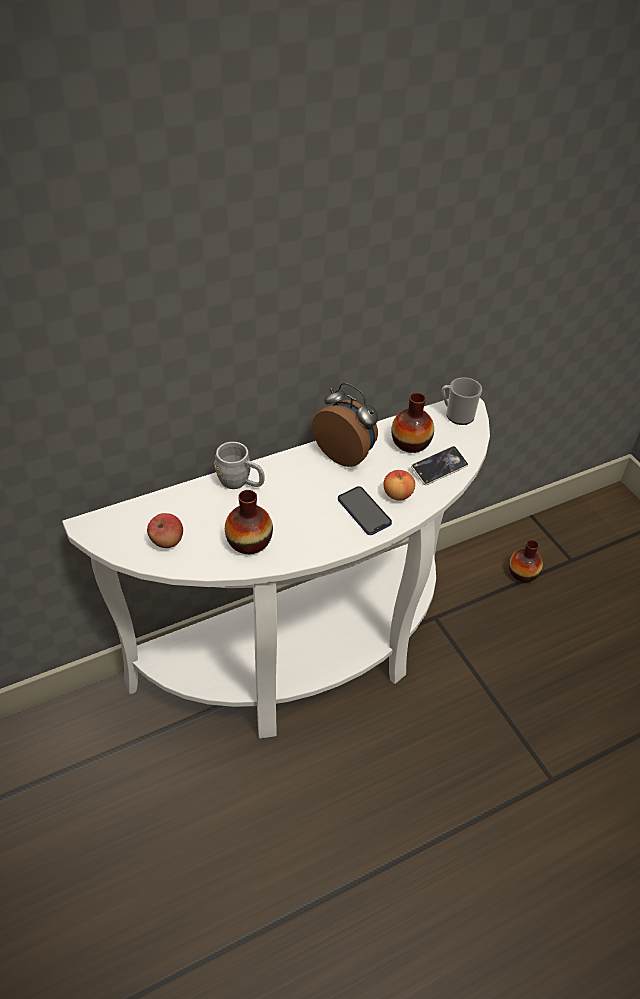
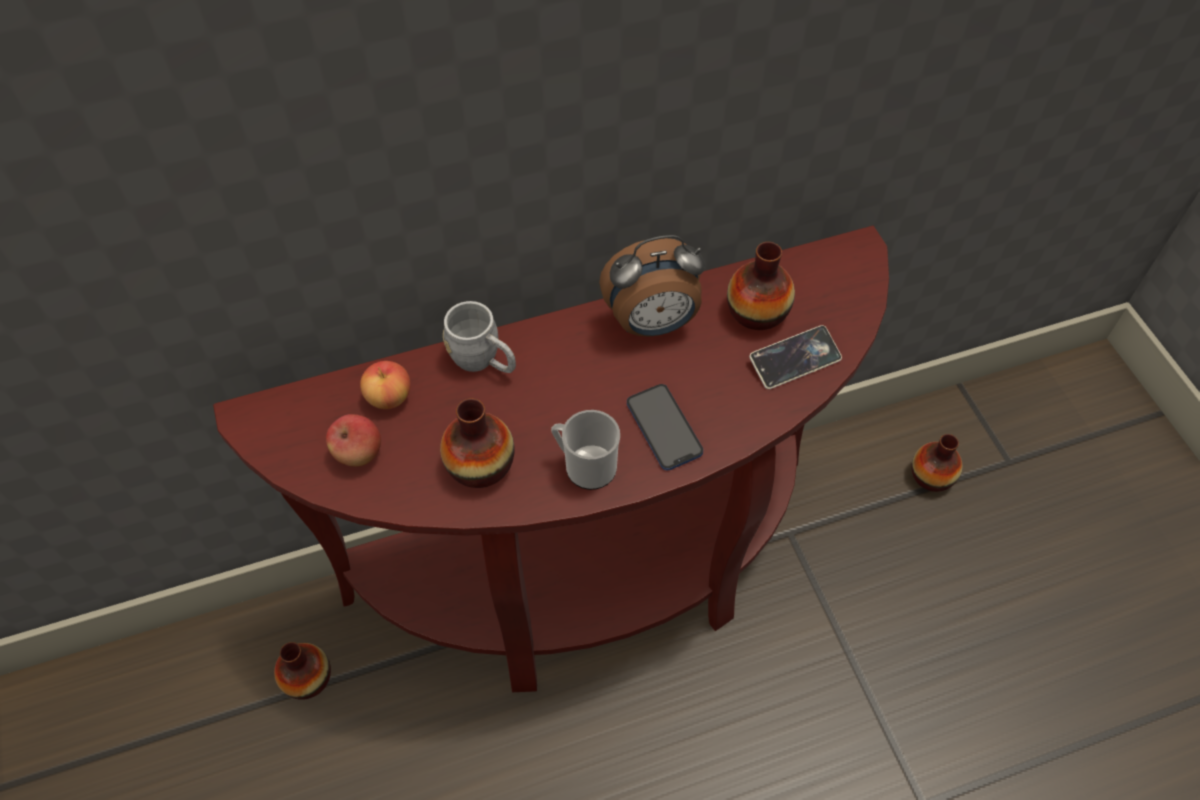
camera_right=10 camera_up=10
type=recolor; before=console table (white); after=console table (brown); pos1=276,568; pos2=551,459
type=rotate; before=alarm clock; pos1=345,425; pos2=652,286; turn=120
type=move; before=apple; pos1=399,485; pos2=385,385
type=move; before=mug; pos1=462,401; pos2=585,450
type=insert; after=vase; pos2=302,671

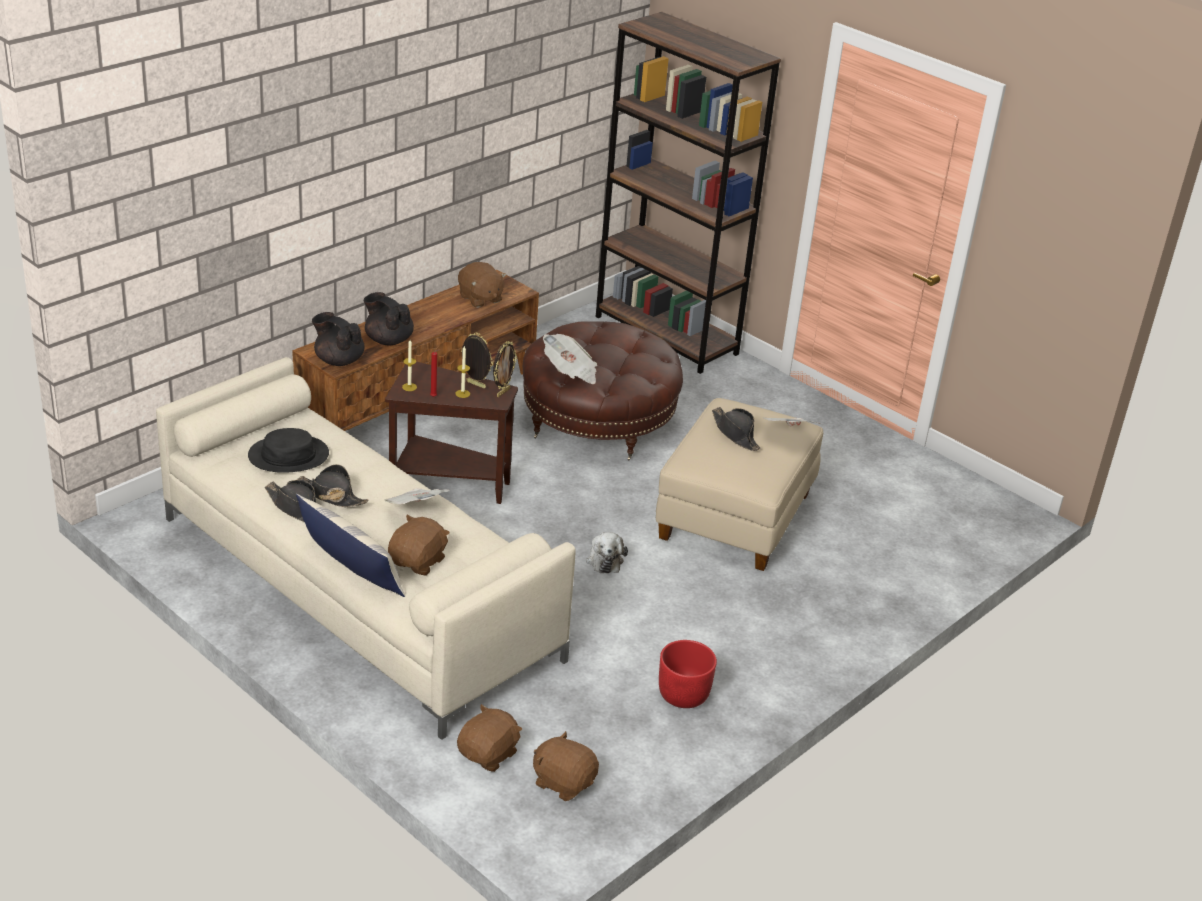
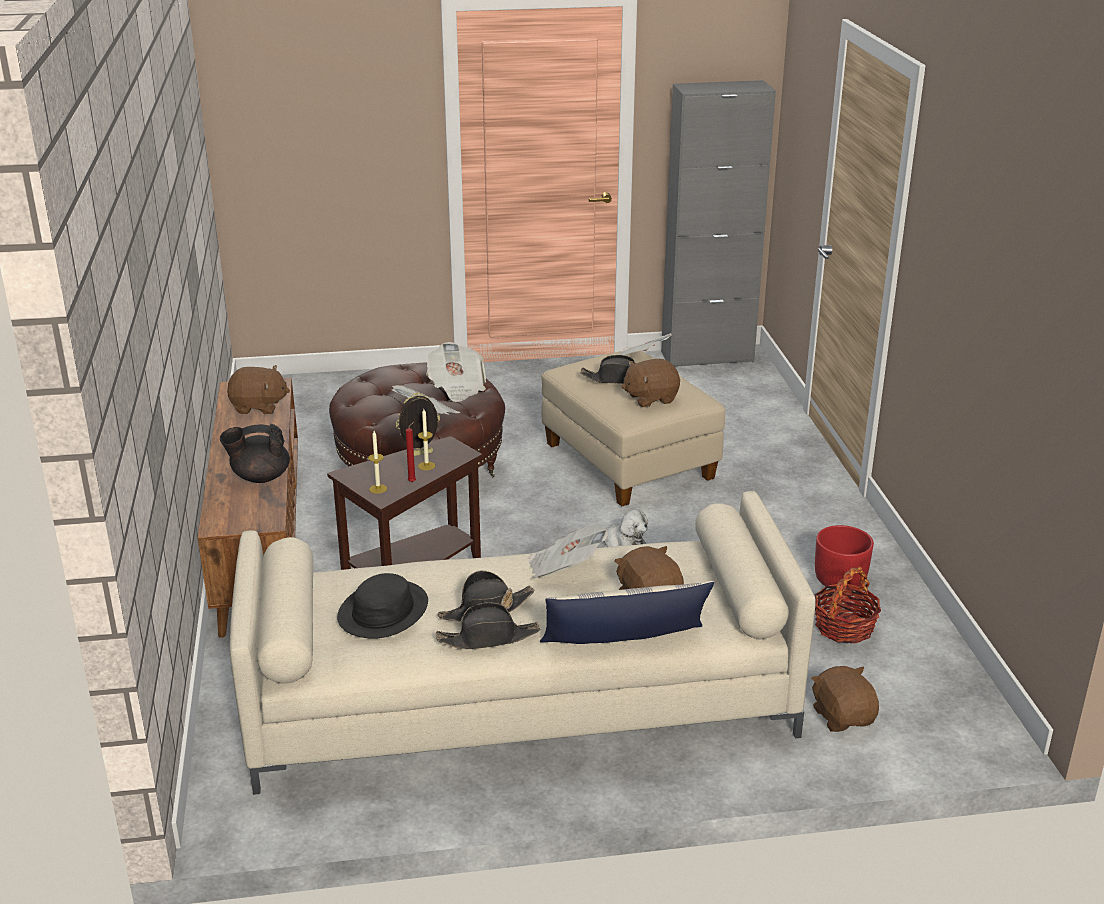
camera_right=-50 camera_up=-5
type=delete; before=teapot (black); pos1=338,339
type=delete; before=picture frame; pos1=505,369
type=move; before=plush toy (brown); pos1=566,766; pos2=651,383
type=delete; before=bookcase (brown); pos1=688,193
type=insert; after=newspaper; pos2=456,372
type=insert; after=cabinet (grey); pos2=718,223
type=insert; after=basket; pos2=847,605

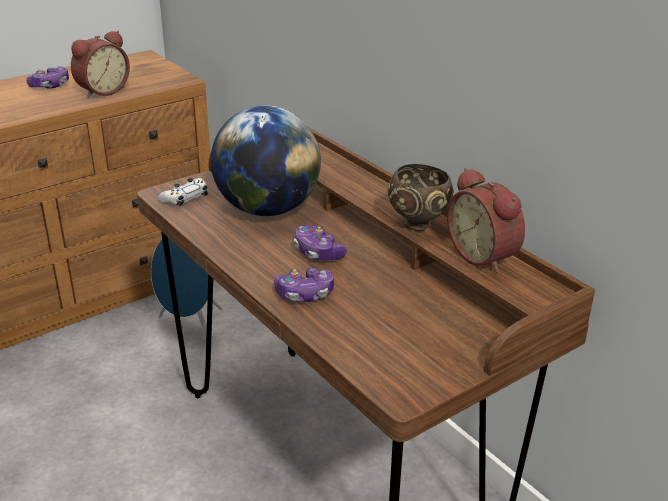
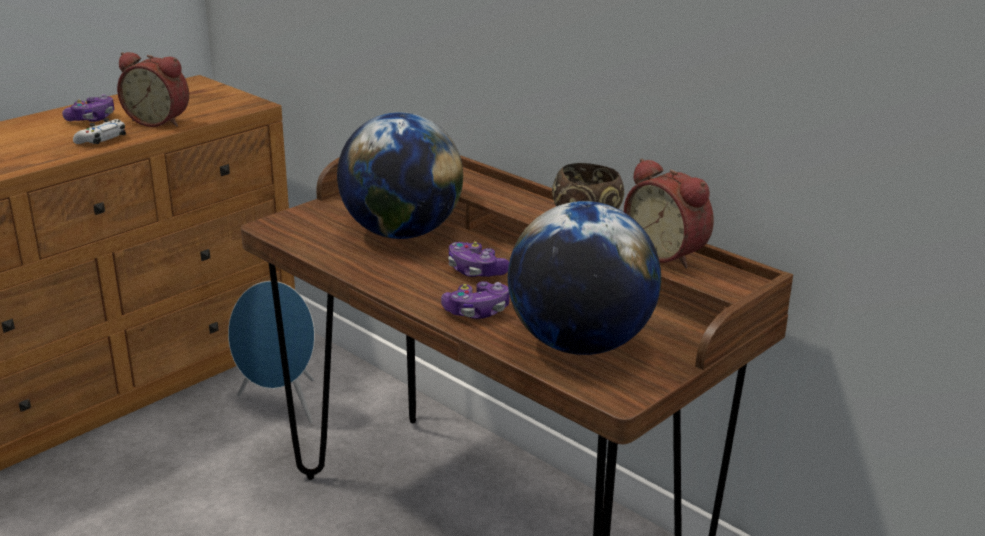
camera_right=-10 camera_up=-5
type=rotate; before=alarm clock; pos1=100,64; pos2=153,89; turn=75
type=move; before=game controller (white); pos1=183,192; pos2=99,131
type=insert; after=globe; pos2=584,278

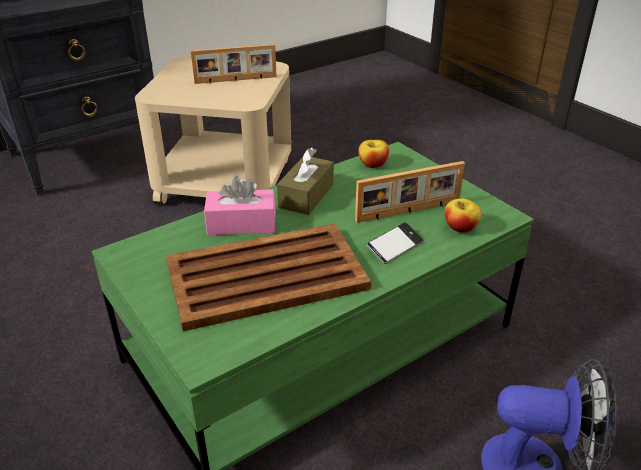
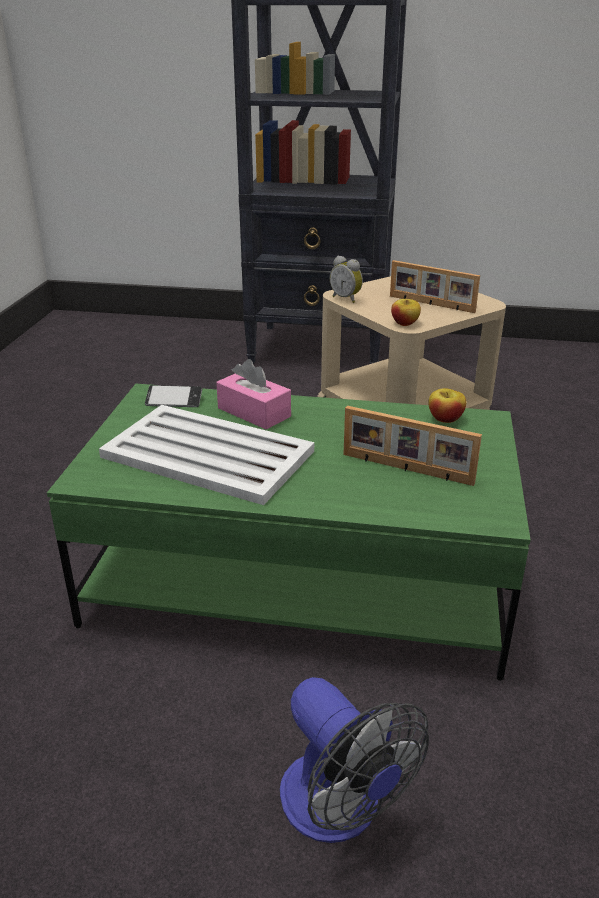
camera_right=45 camera_up=-5
type=recolor; before=tray (brown); after=tray (white); pos1=268,277; pos2=206,455
type=delete; before=tissue box (brown); pos1=305,181
type=move; before=phone; pos1=394,243; pos2=173,396
type=move; before=apple; pos1=463,215; pos2=406,312
type=insert; after=alarm clock; pos2=346,279

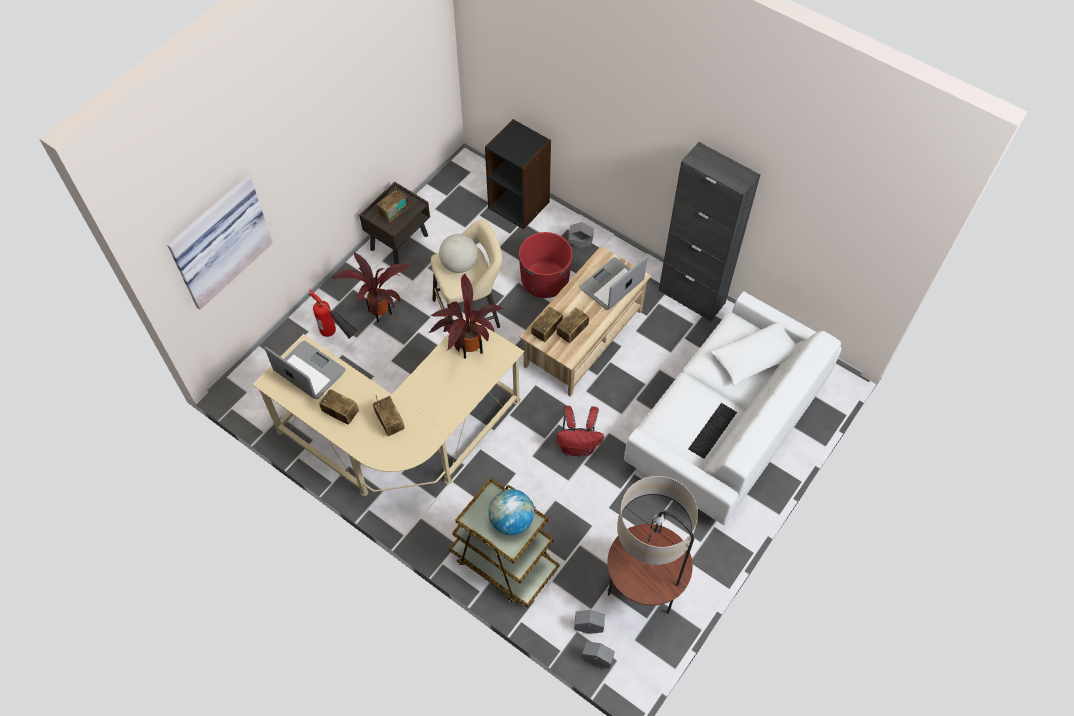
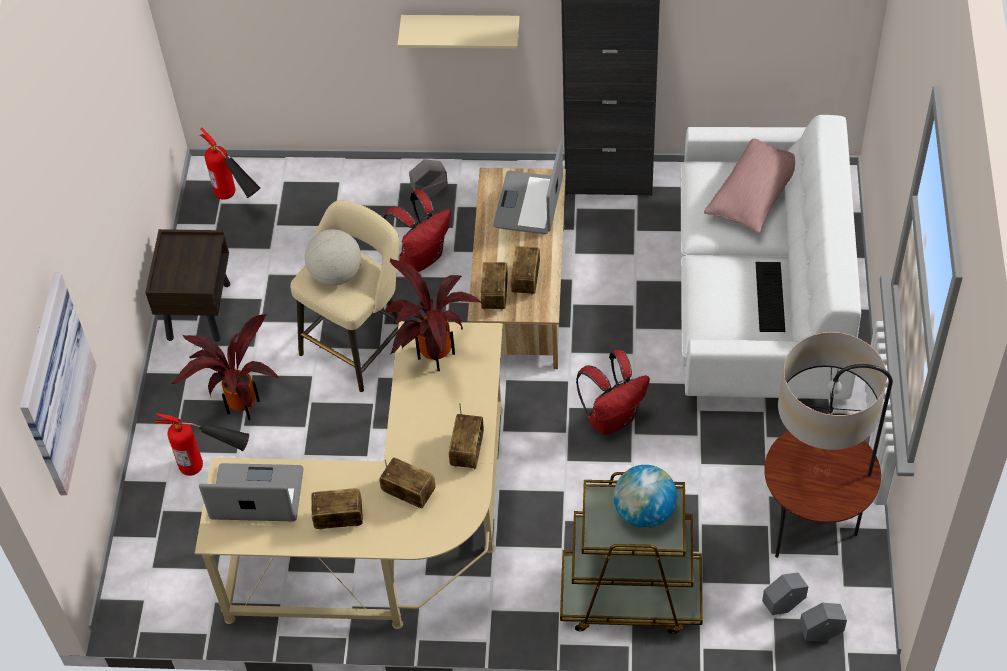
camera_right=-30 camera_up=-5
type=move; before=radio; pos1=393,202; pos2=466,436
type=delete; before=bookcase (black); pos1=518,174
type=replace; before=planter (red); after=backpack (red); pos1=545,265; pos2=416,231
type=recolor; before=pillow (white); after=pillow (pink); pos1=753,354; pos2=749,186
type=insert; after=fire extinguisher; pos2=230,163
type=insert; after=shelf (beige); pos2=458,32

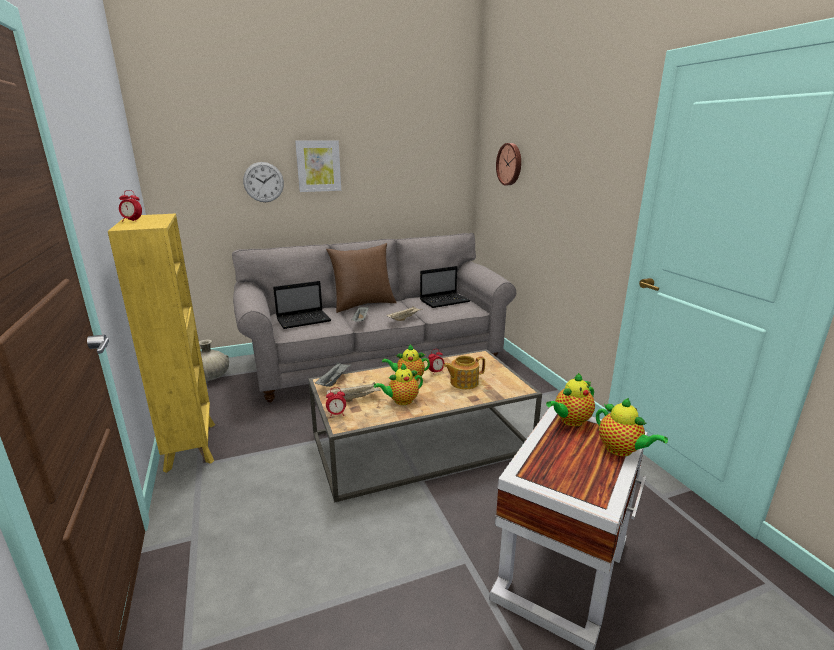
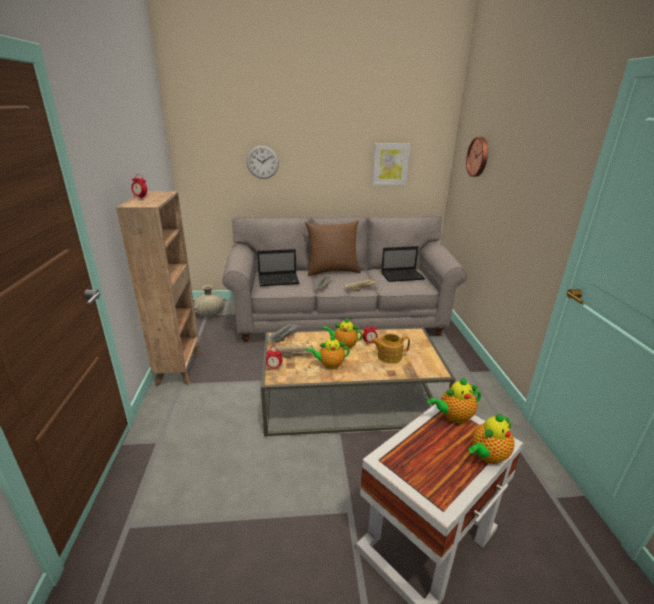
camera_right=15 camera_up=5
type=recolor; before=bookcase (yellow); after=bookcase (brown); pos1=161,343; pos2=158,288
type=move; before=picture; pos1=318,166; pos2=391,164
type=rotate; before=teapot; pos1=632,427; pos2=492,439; turn=75

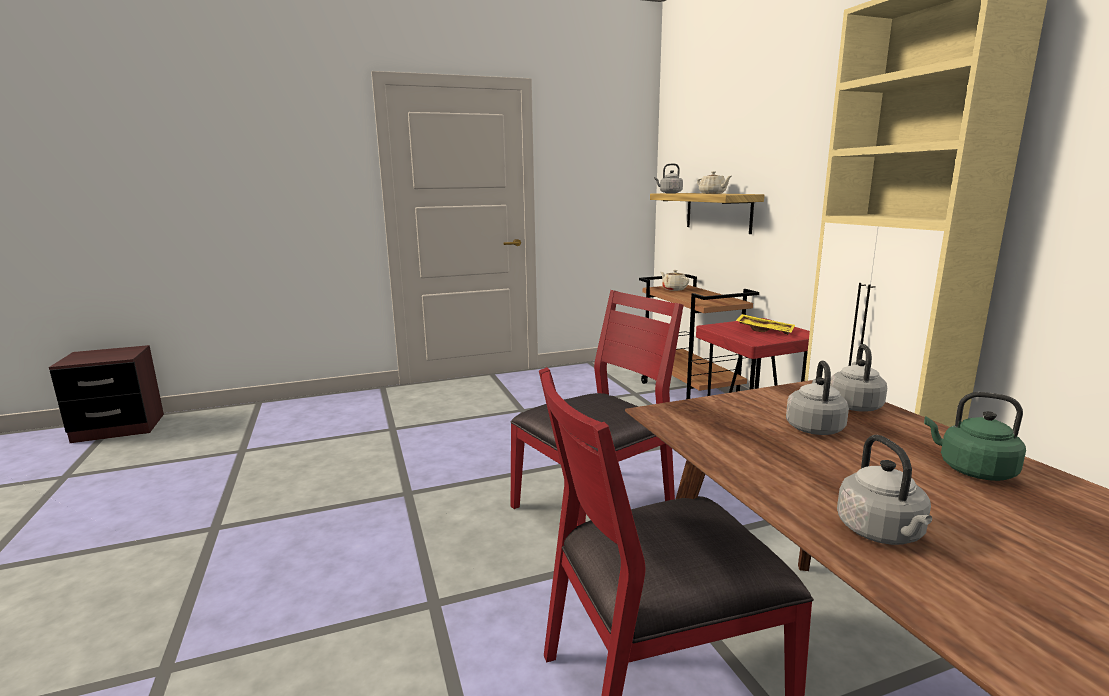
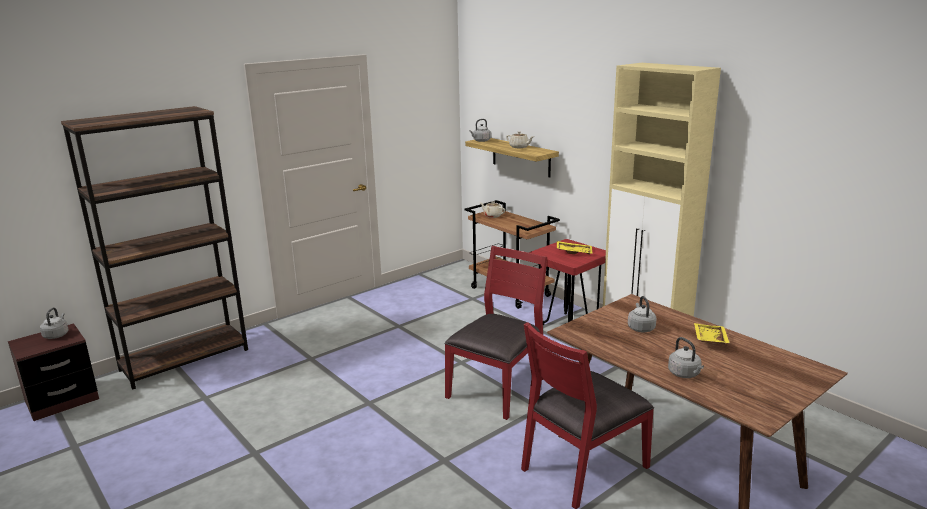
camera_right=-20 camera_up=5
type=move; before=kettle (grey); pos1=858,378; pos2=54,323
type=replace; before=kettle (green); after=tray (yellow); pos1=975,436; pos2=712,333
type=insert; after=bookcase (brown); pos2=154,248

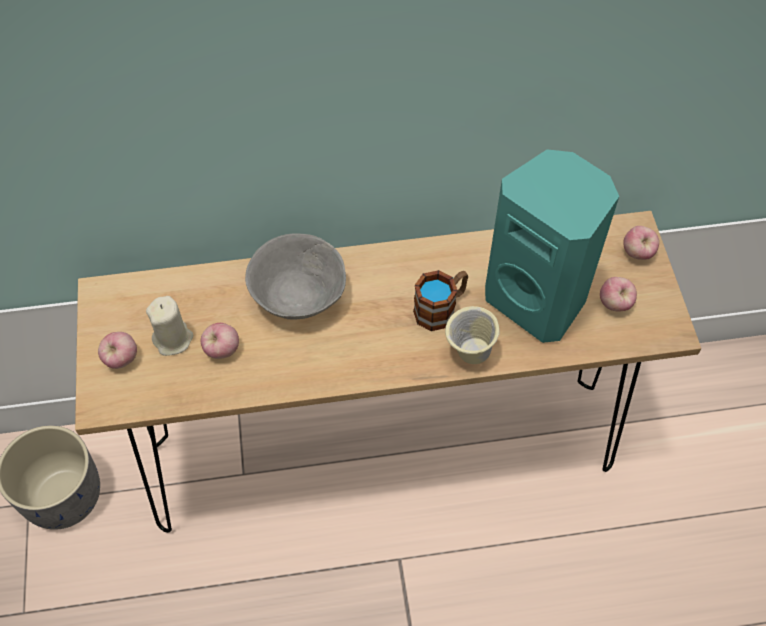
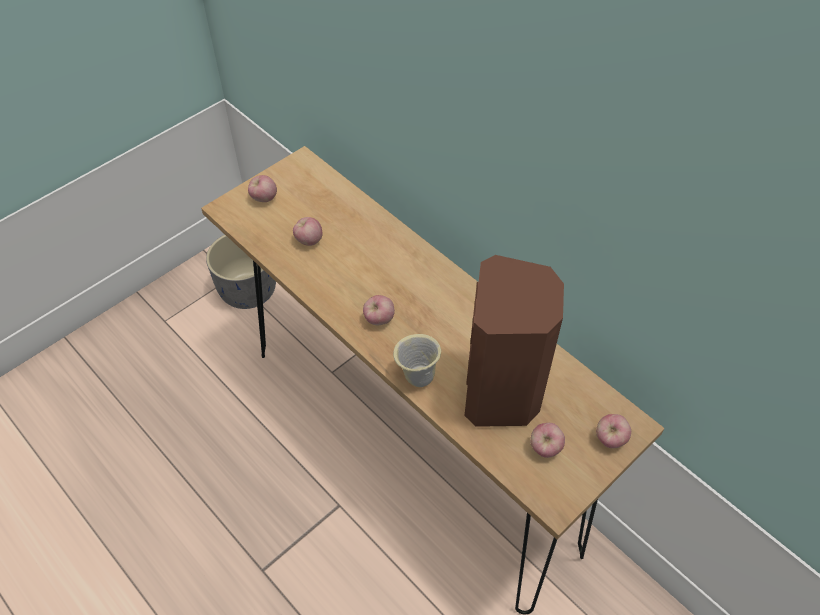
camera_right=55 camera_up=-5
type=delete; before=candle (beige); pos1=169,326
type=delete; before=bowl (grey); pos1=295,277
type=delete; before=mug; pos1=440,300
type=recolor; before=speaker (turquoise); after=speaker (brown); pos1=552,246; pos2=514,341
type=insert; after=apple; pos2=379,310

